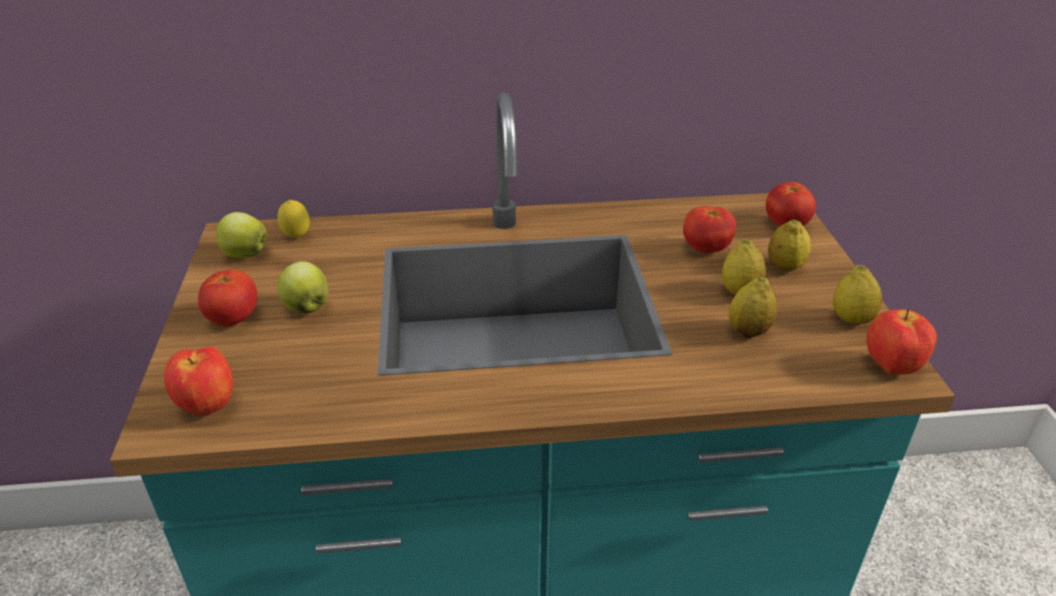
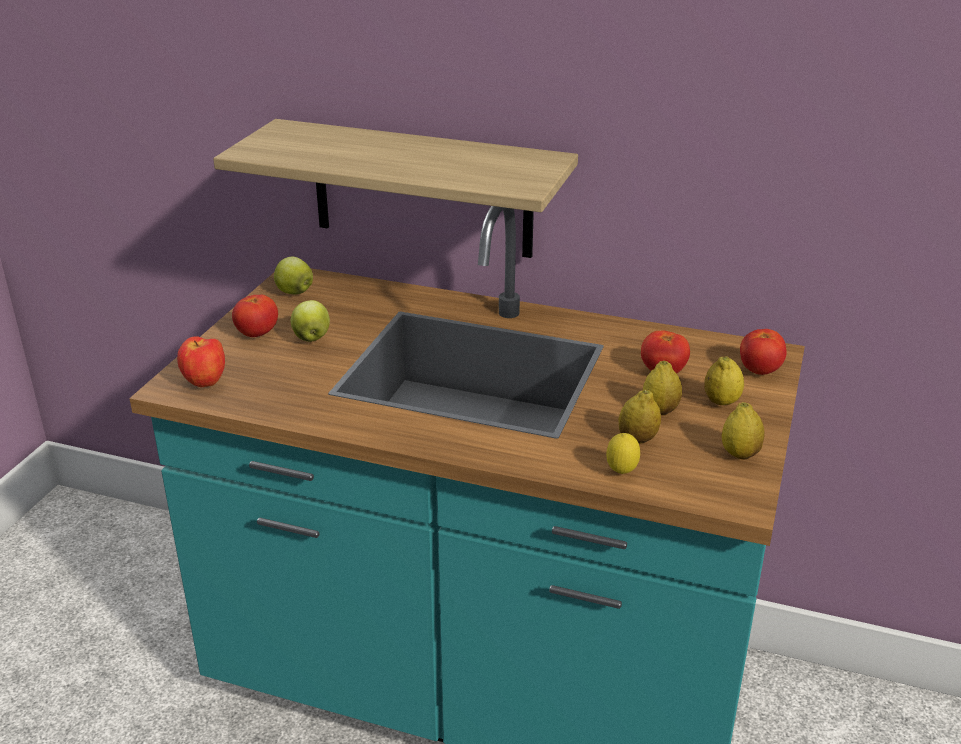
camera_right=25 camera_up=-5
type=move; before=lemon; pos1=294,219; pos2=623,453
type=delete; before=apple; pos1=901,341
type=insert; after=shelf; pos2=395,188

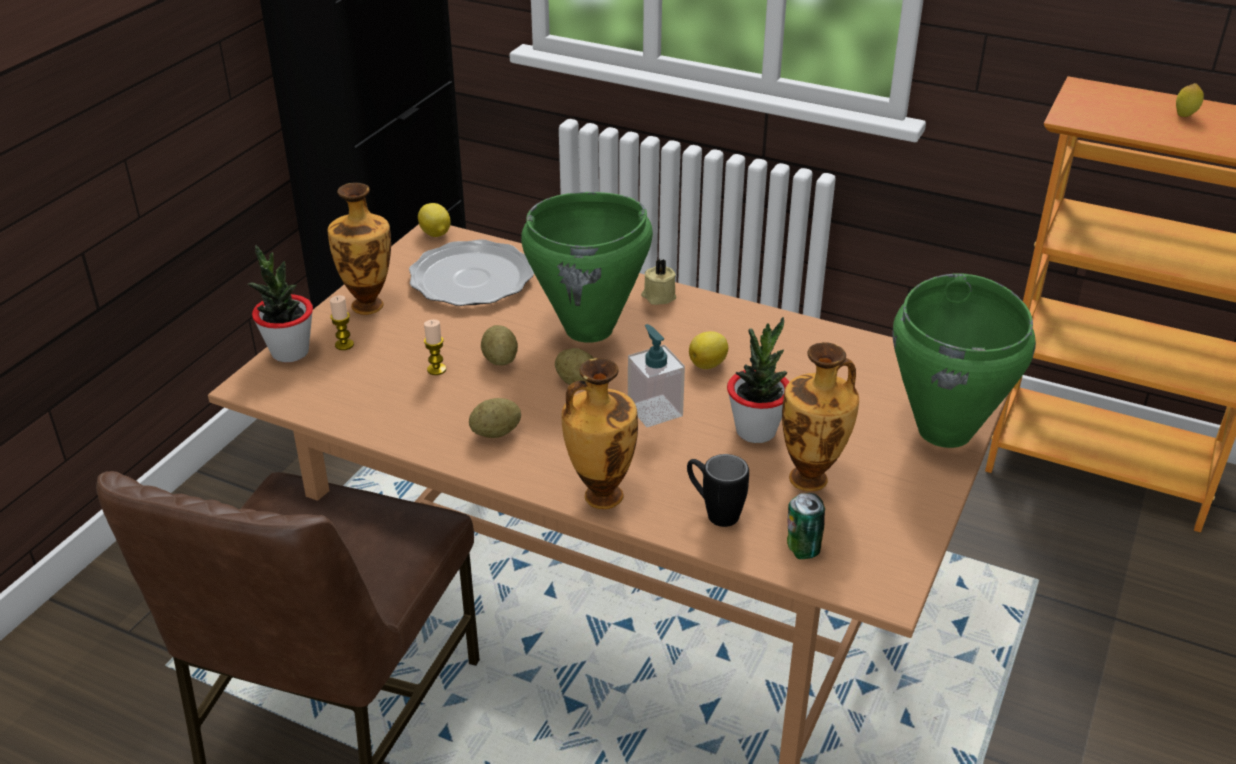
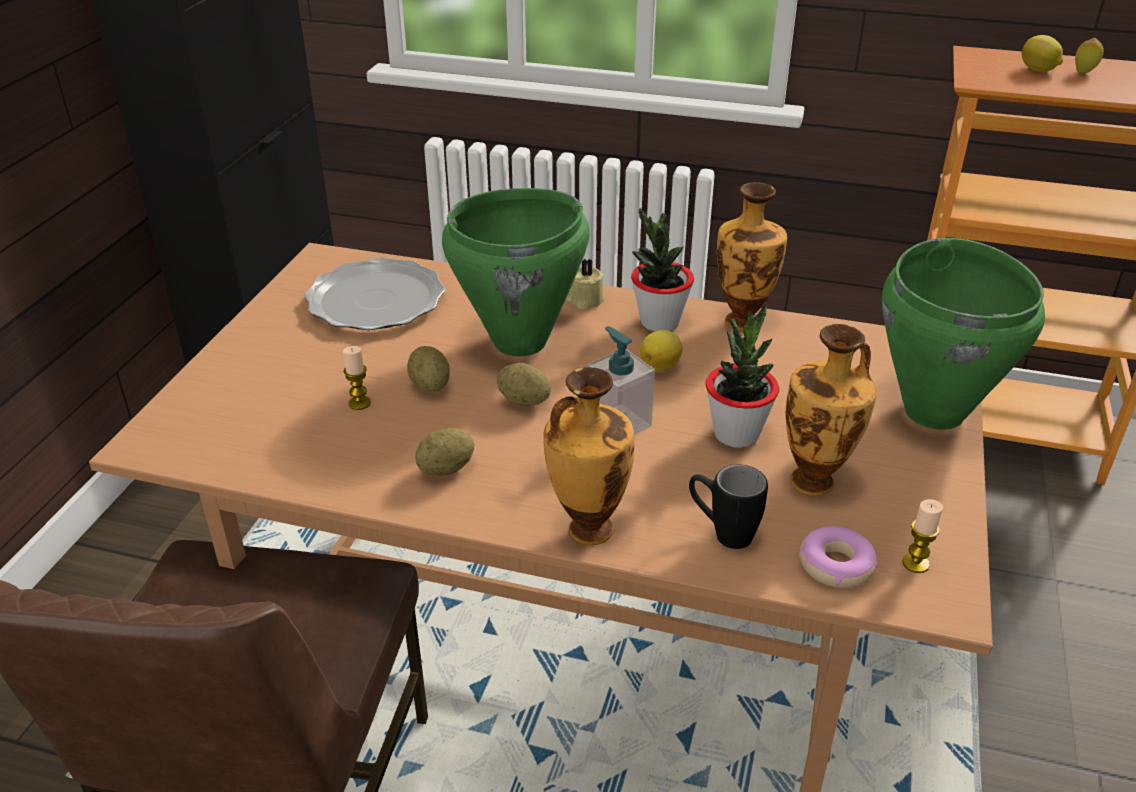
camera_right=-10 camera_up=0
type=move; before=potted plant; pos1=280,304; pos2=662,270
type=move; before=vase; pos1=359,249; pos2=752,256
type=move; before=candle; pos1=342,322; pos2=922,536
type=move; before=lemon; pos1=434,220; pos2=1042,53
type=replace; before=can; after=donut; pos1=806,526; pos2=838,557

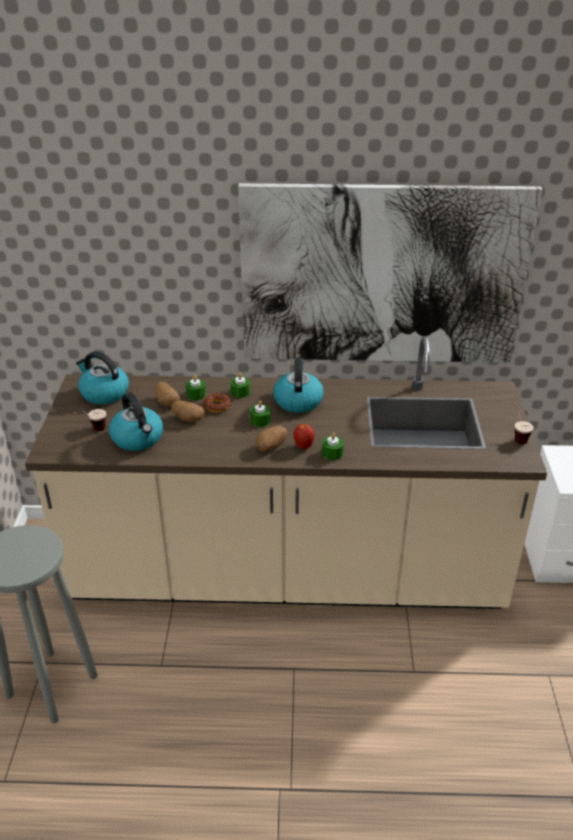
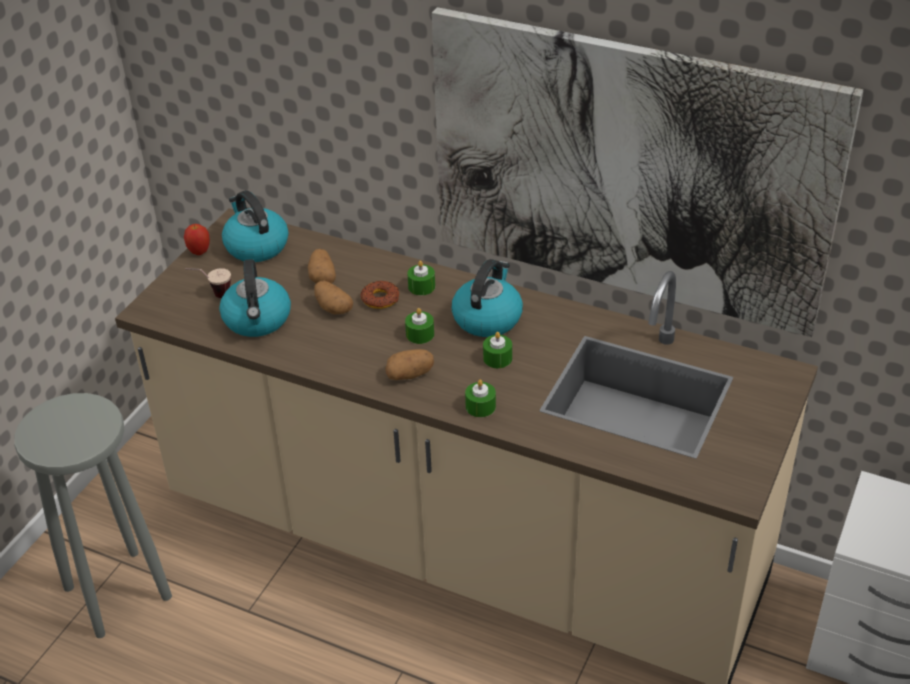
camera_right=25 camera_up=5
type=move; before=candle (green); pos1=196,387; pos2=497,350
type=move; before=apple; pos1=304,436; pos2=197,239
type=delete; before=cup; pos1=523,423

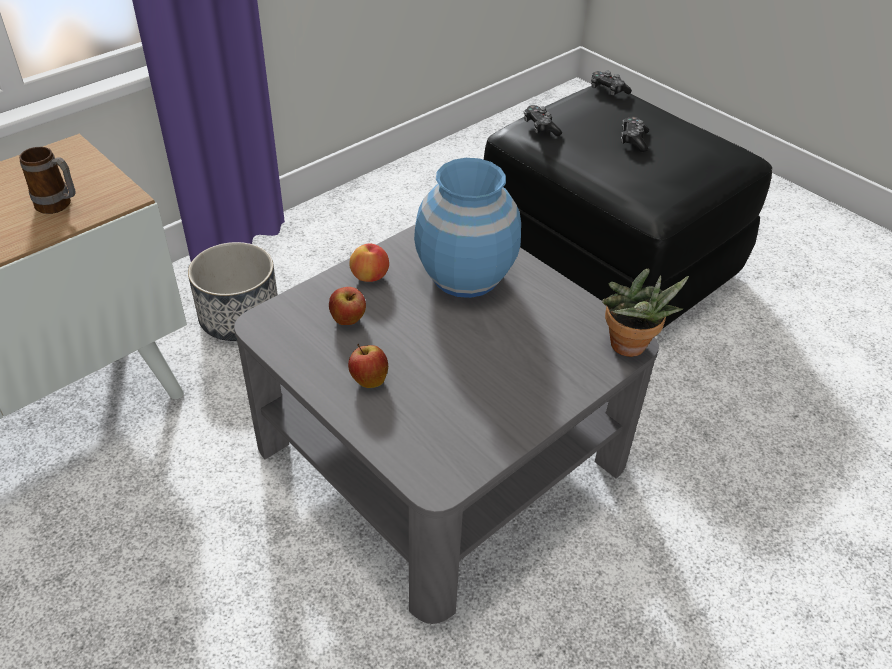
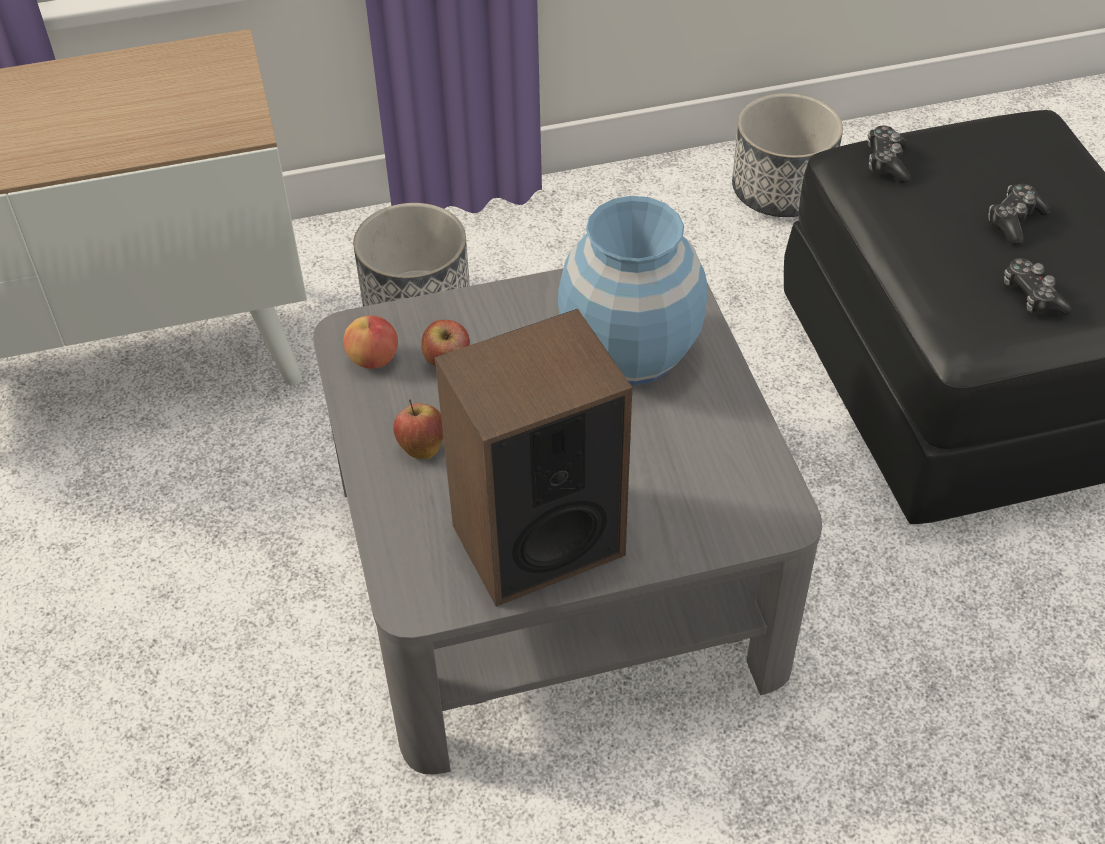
camera_right=30 camera_up=5
type=delete; before=mug; pos1=47,180
type=move; before=apple; pos1=369,263; pos2=370,342
type=move; before=game controller; pos1=611,83; pos2=1038,287
type=delete; before=potted plant; pos1=645,313
type=insert; after=speaker; pos2=533,458
type=insert; after=planter; pos2=787,155

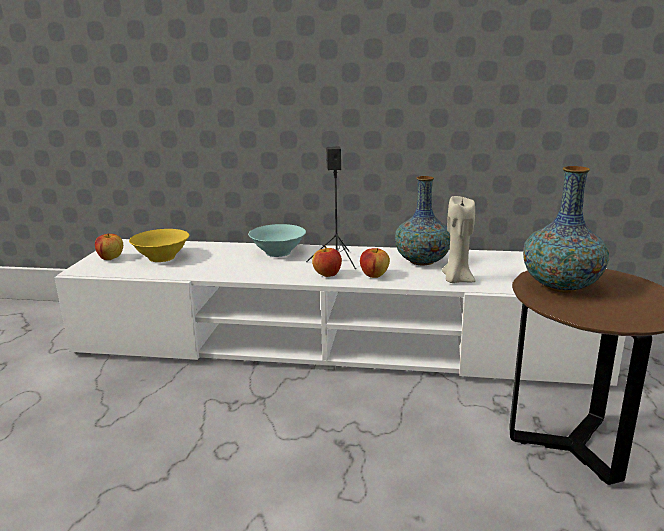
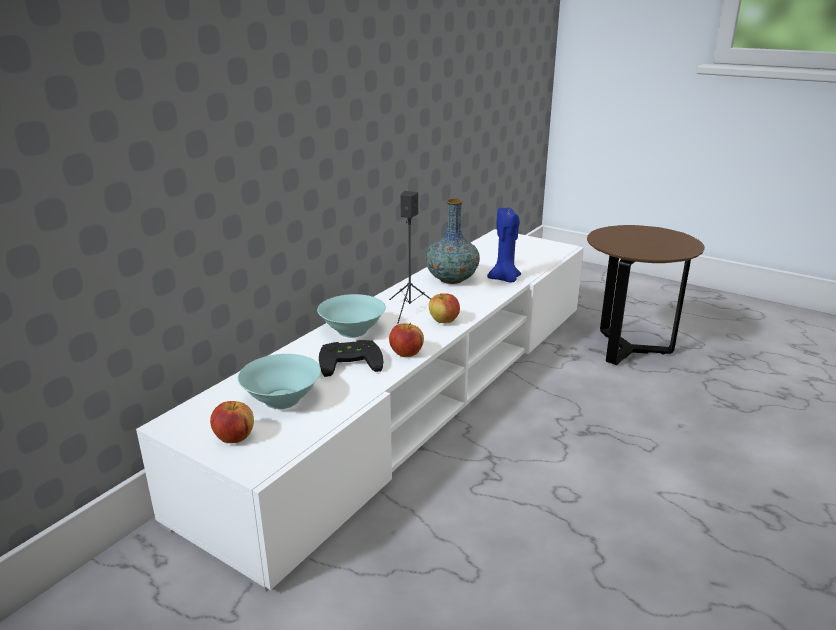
camera_right=-65 camera_up=5
type=recolor; before=bowl (yellow); after=bowl (turquoise); pos1=159,245; pos2=279,381
type=move; before=apple; pos1=375,263; pos2=406,340
type=recolor; before=candle (beige); after=candle (blue); pos1=459,239; pos2=504,245
type=delete; before=vase; pos1=566,229
type=insert; after=game controller (black); pos2=351,358

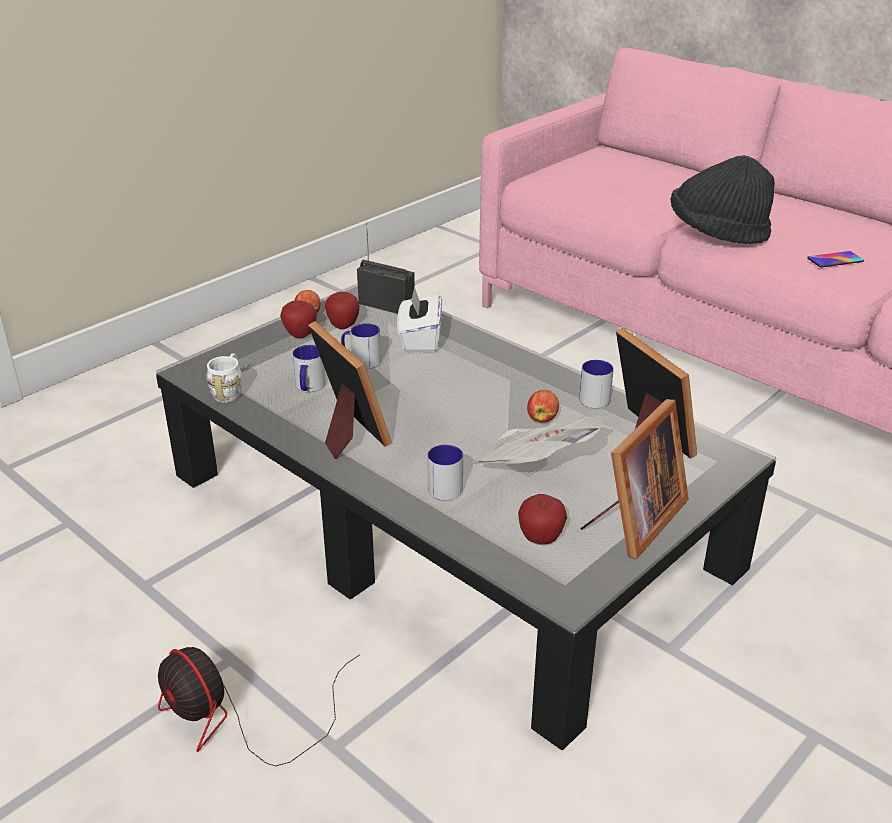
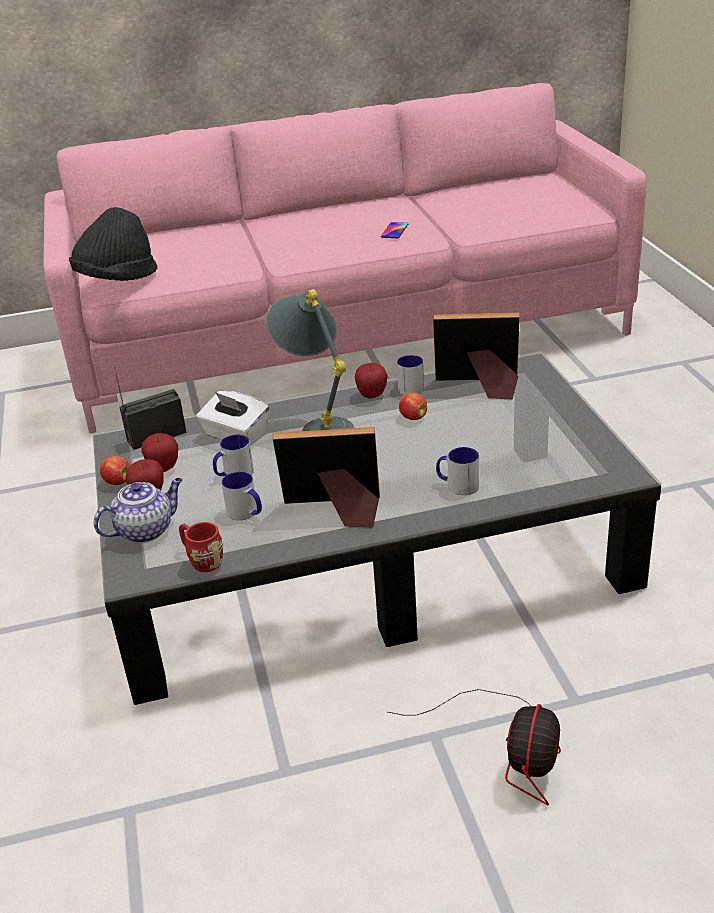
camera_right=-55 camera_up=0
type=rotate; before=fan; pos1=259,706; pos2=474,747; turn=-60
type=recolor; before=mug (white); after=mug (red); pos1=224,378; pos2=201,547
type=delete; before=newspaper; pos1=539,440
type=move; before=apple; pos1=542,519; pos2=371,381
type=delete; before=picture frame; pos1=634,479
type=move; before=hat (black); pos1=723,199; pos2=113,244
type=insert; after=teapot; pos2=137,510
type=insert; after=table lamp (grey); pos2=310,360

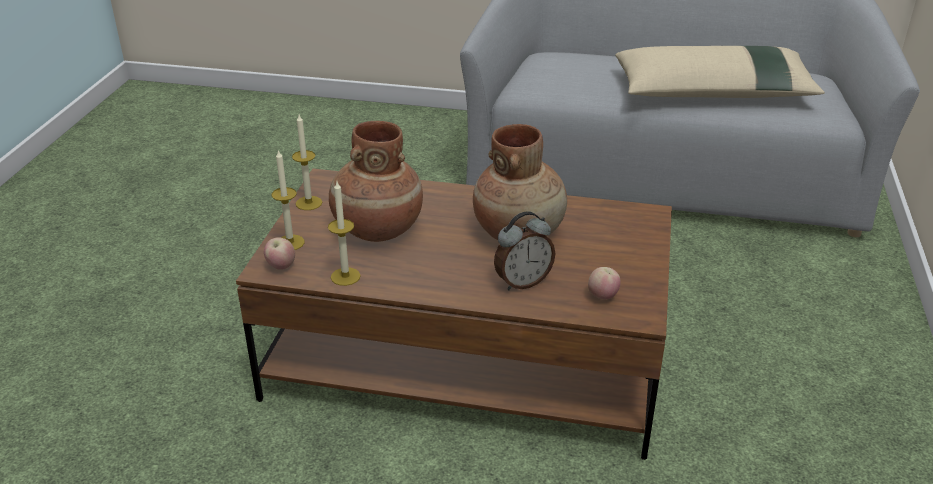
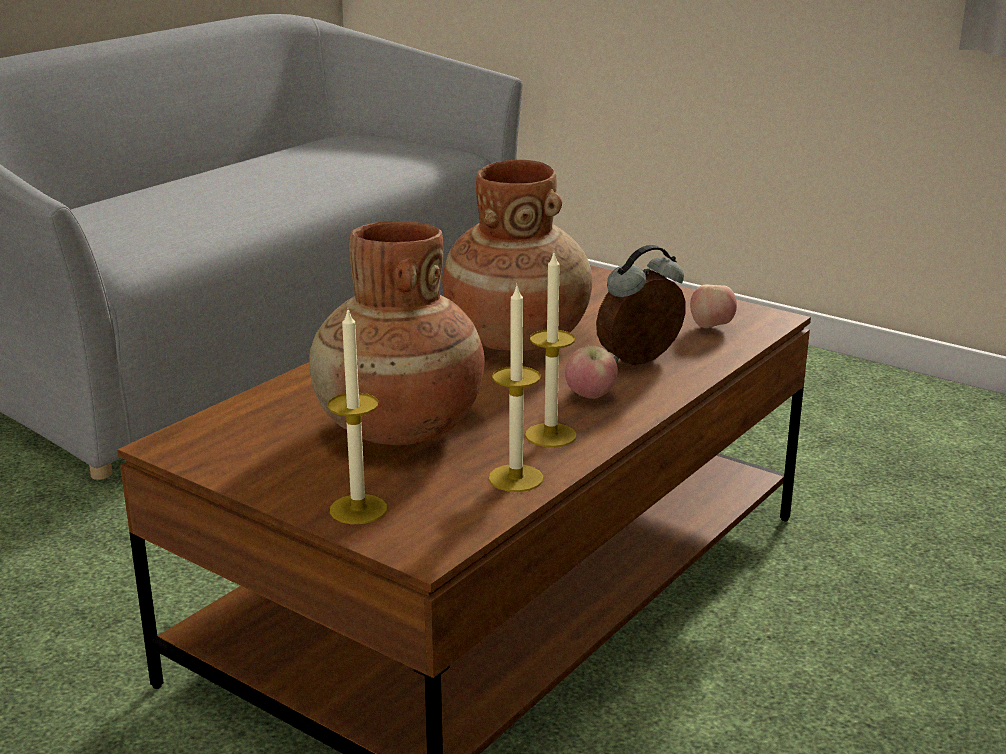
camera_right=-65 camera_up=-10
type=move; before=apple; pos1=279,253; pos2=591,372
type=move; before=candle; pos1=307,162; pos2=551,350
type=rotate; before=alarm clock; pos1=524,250; pos2=641,305; turn=-120
type=delete; before=pillow (beige); pos1=720,72

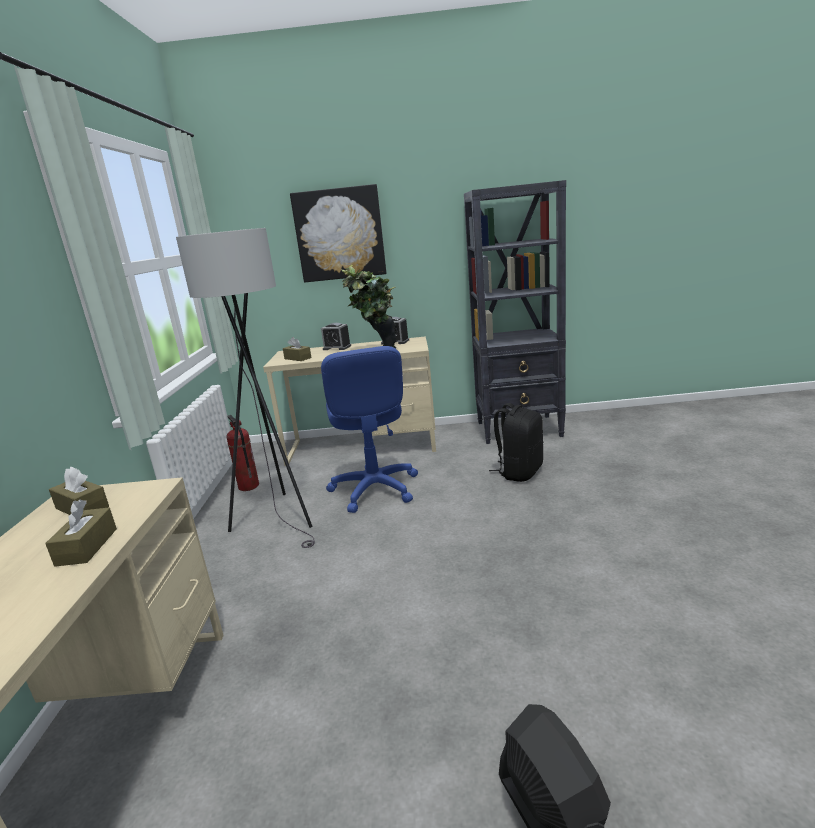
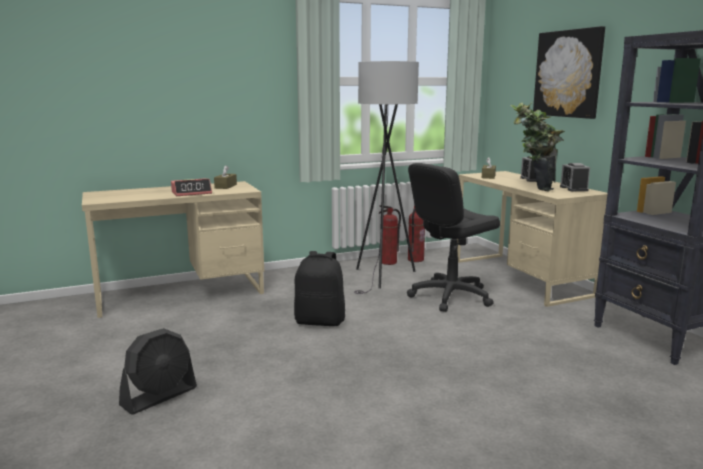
camera_right=65 camera_up=-5
type=replace; before=tissue box (brown); after=alarm clock; pos1=81,533; pos2=191,187
type=recolor; before=office chair (blue); after=office chair (black); pos1=369,429; pos2=453,237
type=move; before=backpack (black); pos1=516,442; pos2=319,288
type=insert; after=fire extinguisher; pos2=390,235

